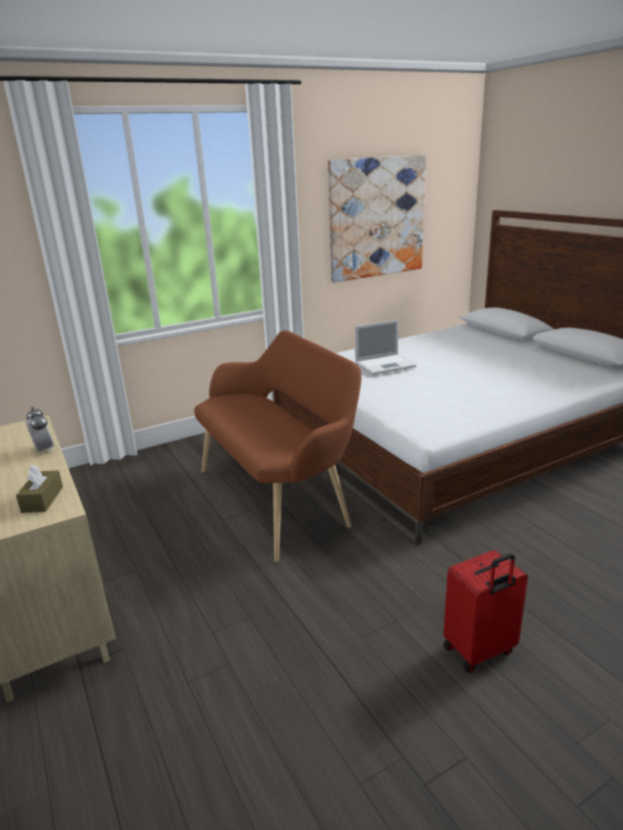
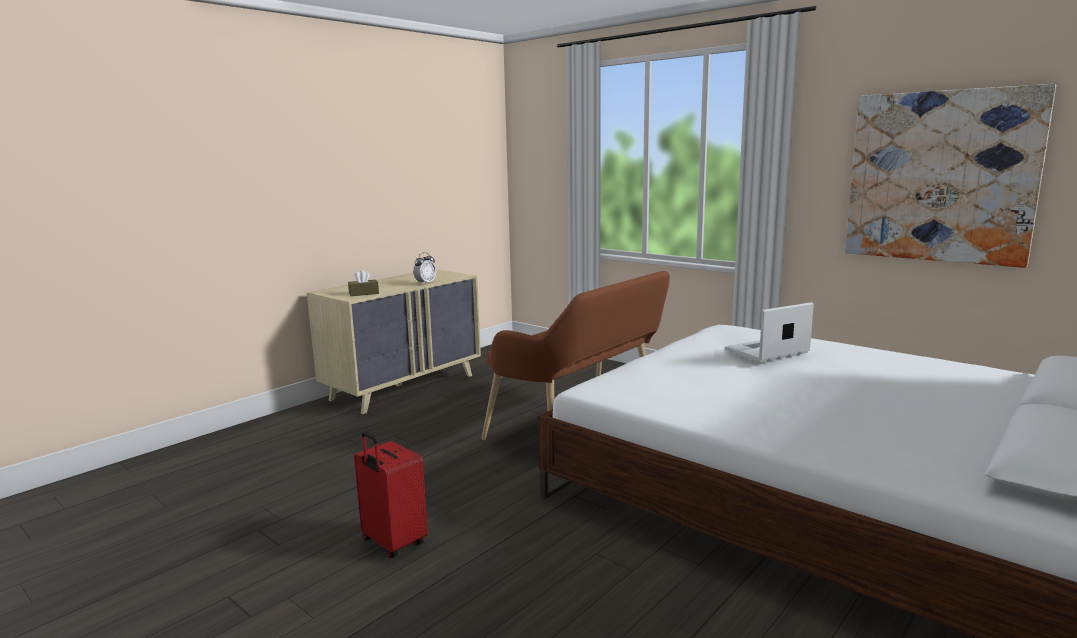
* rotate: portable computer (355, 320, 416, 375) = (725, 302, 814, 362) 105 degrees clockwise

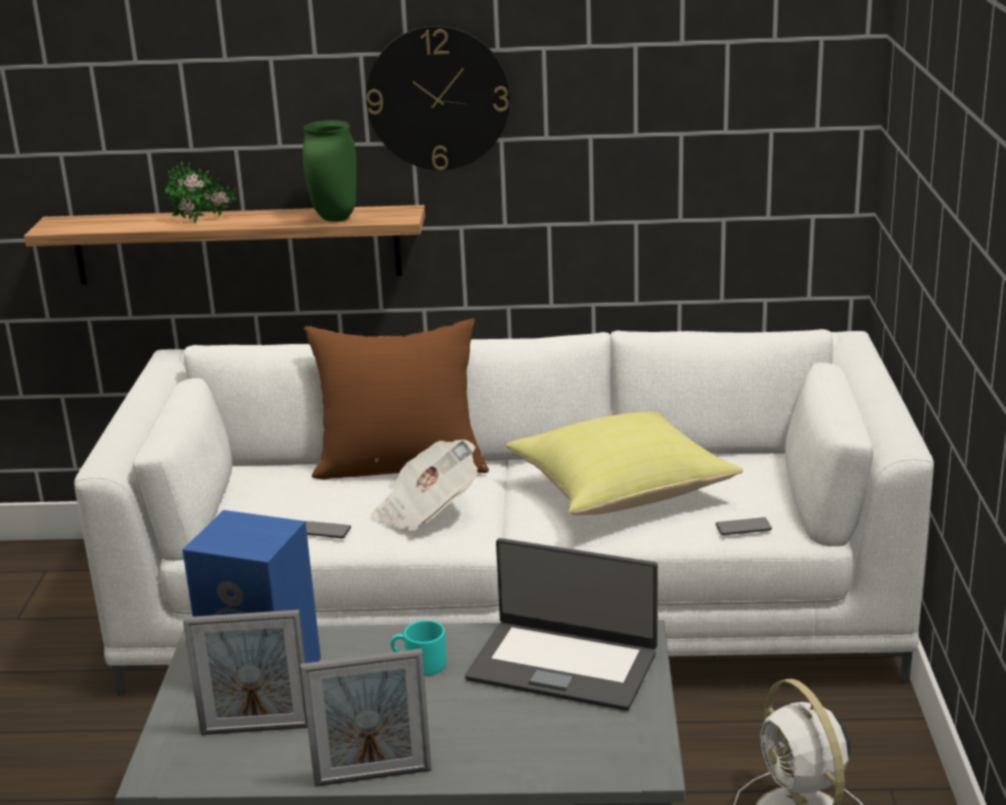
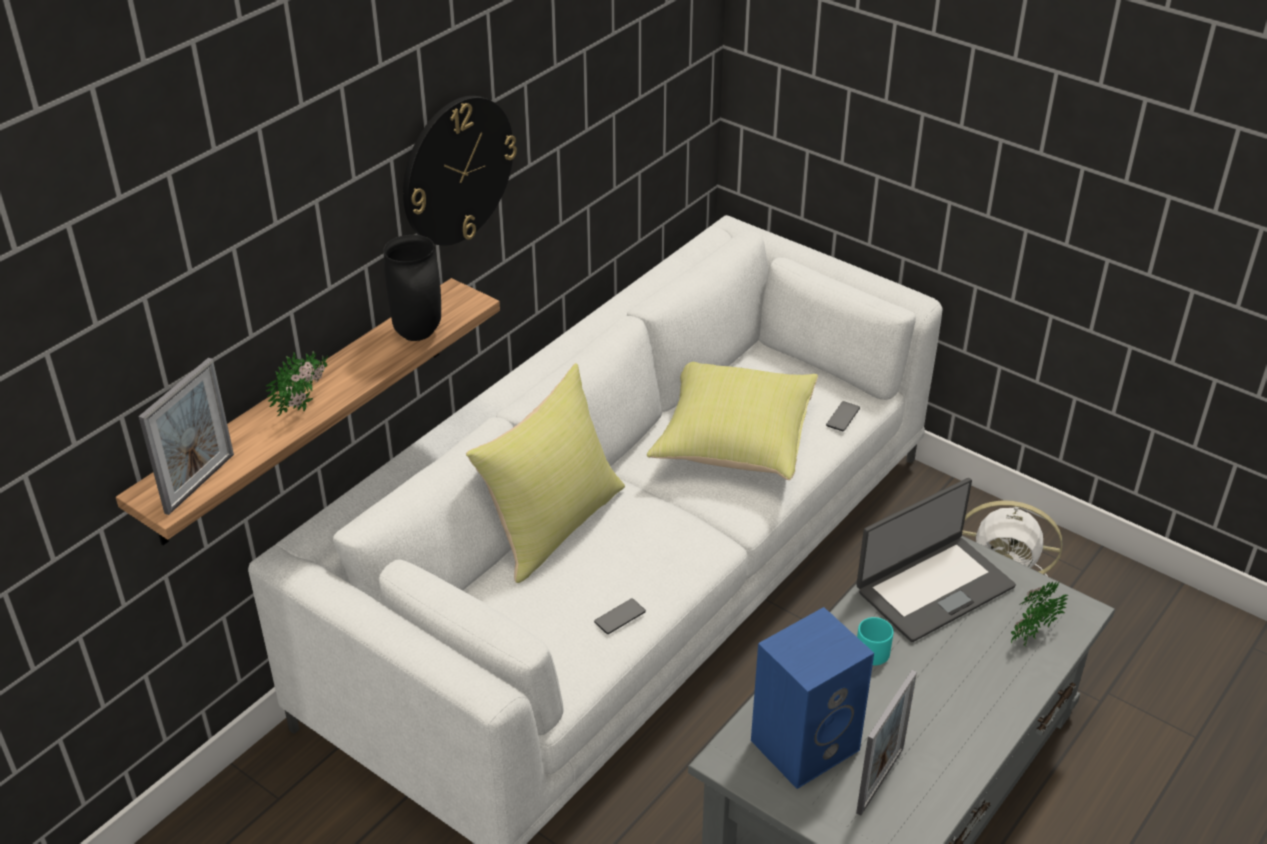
* move: standing frame (300, 649, 432, 787) to (138, 358, 234, 515)
* recolor: vase (greenish) (303, 120, 357, 222) to vase (black-coloured) (383, 235, 441, 341)
* recolor: pillow (brown) (304, 319, 489, 480) to pillow (yellow) (466, 363, 625, 583)
* insert: houseplant (1011, 581, 1069, 648)
* delete: printed paper (371, 440, 478, 531)

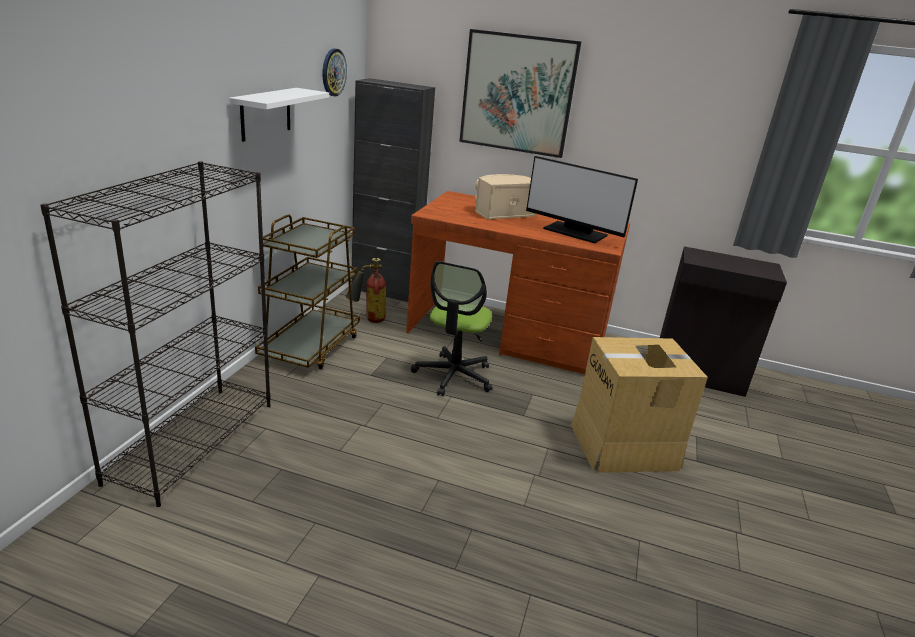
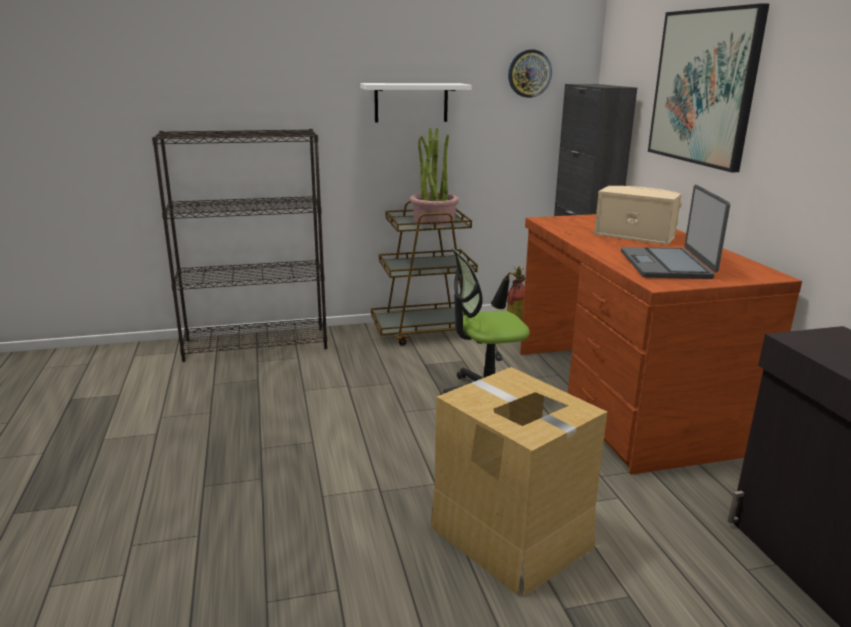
* insert: houseplant (410, 128, 459, 225)
* replace: computer display (526, 156, 638, 243) to portable computer (621, 184, 730, 279)

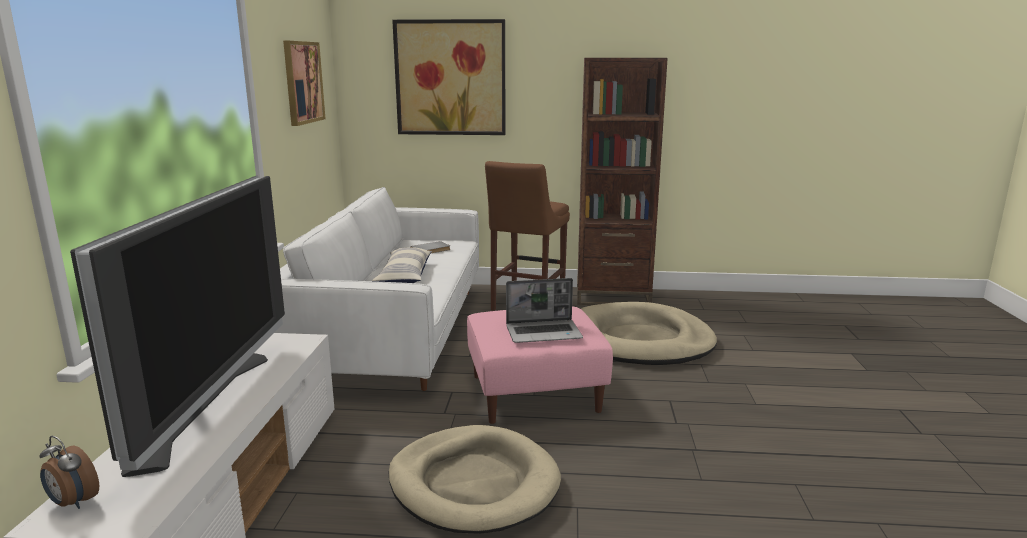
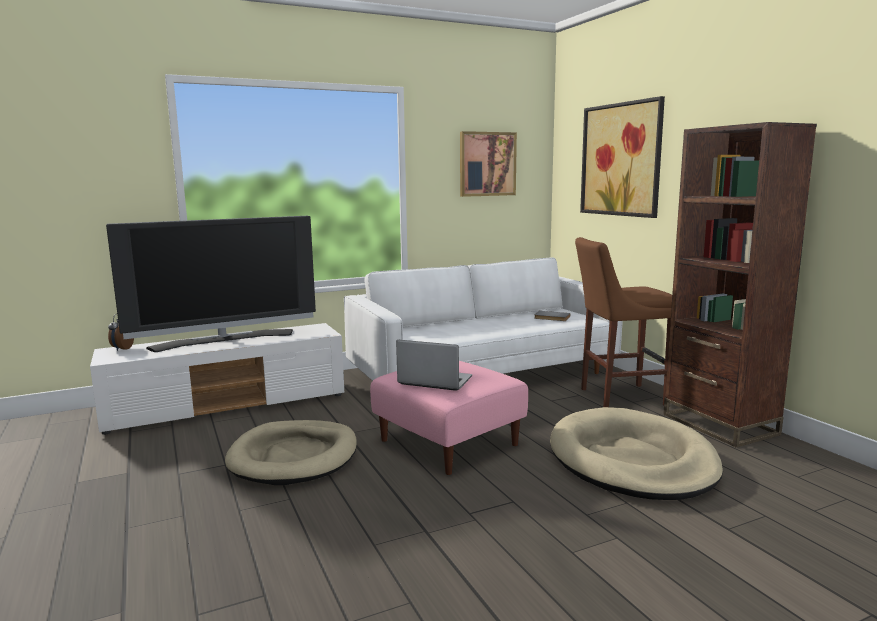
* rotate: portable computer (506, 278, 583, 343) = (396, 340, 472, 391) 150 degrees clockwise
* delete: pillow (372, 247, 432, 283)

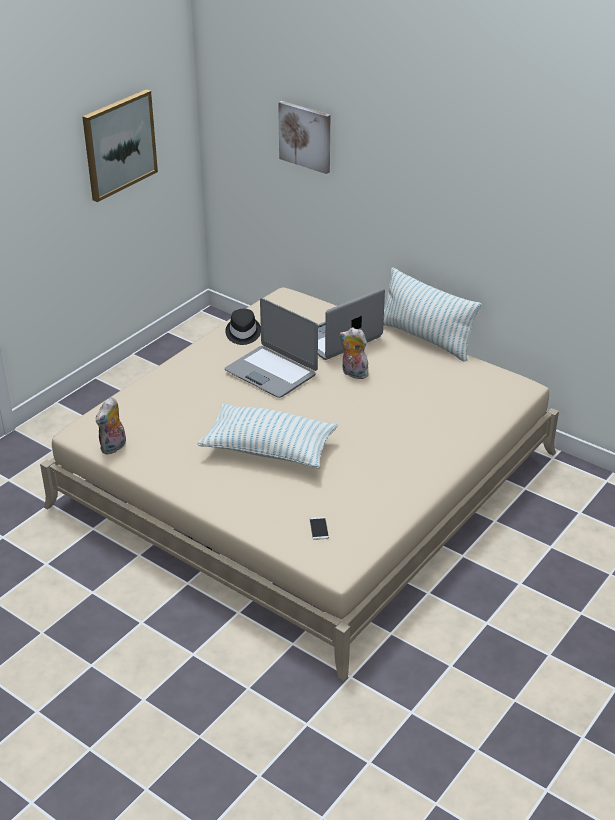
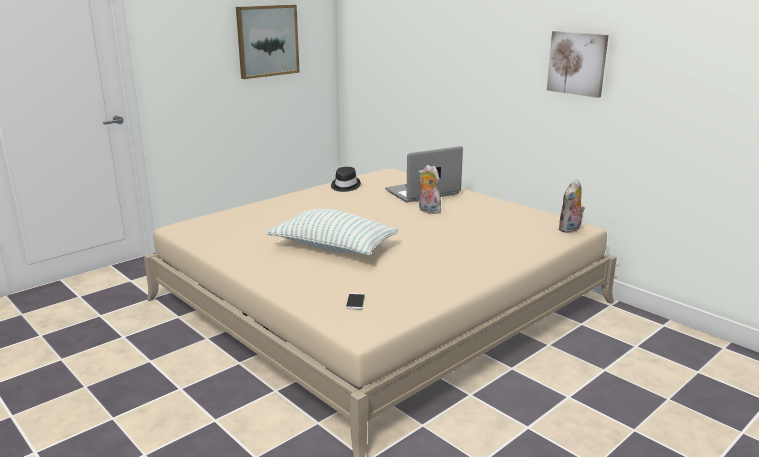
* move: wall art (278, 101, 330, 174) to (547, 31, 609, 98)
* move: cuddly toy (96, 397, 126, 455) to (558, 179, 585, 233)
* delete: portable computer (224, 298, 318, 398)
* delete: pillow (383, 267, 482, 362)

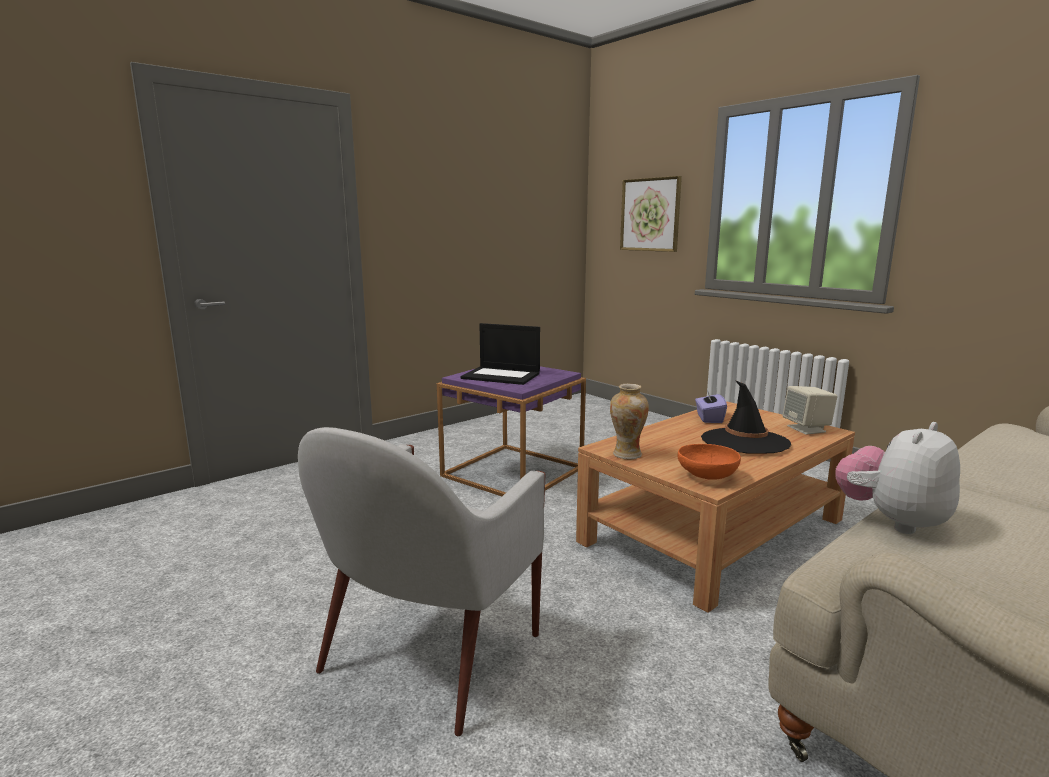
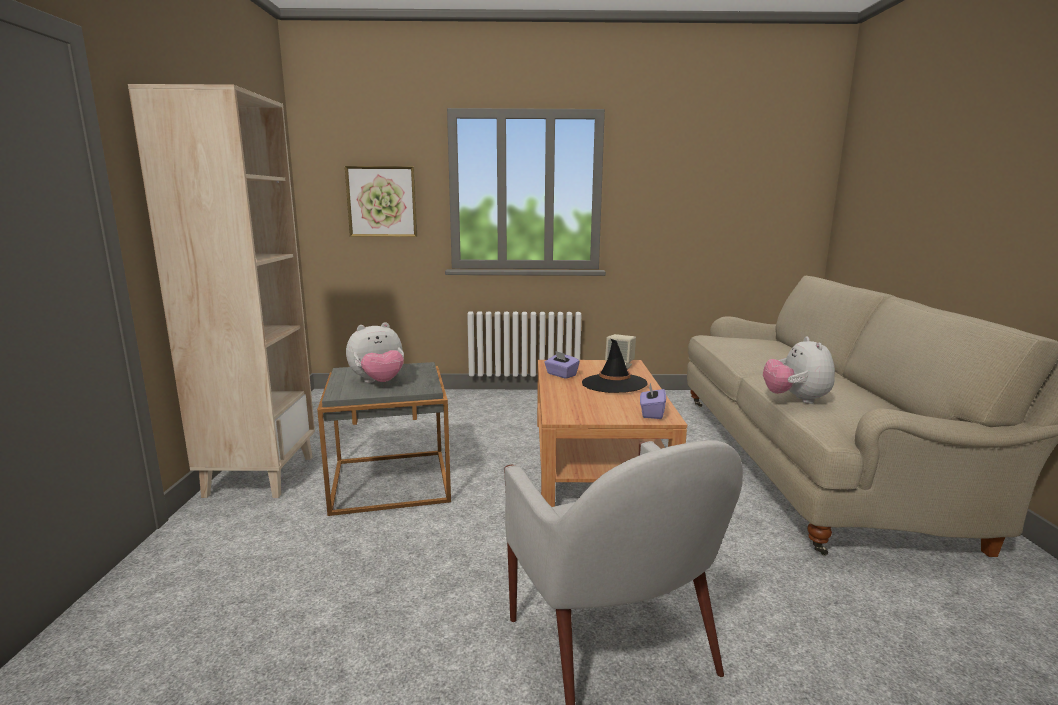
* insert: bookcase (beige-coloured) (128, 84, 315, 498)
* recolor: accent table (purplish) (437, 366, 586, 496) to accent table (gray) (317, 362, 451, 516)
* replace: portable computer (461, 323, 540, 385) to cuddly toy (346, 322, 404, 383)
* replace: serving bowl (orangey) (677, 444, 741, 480) to tissue holder (purplish) (640, 383, 666, 419)
* delete: vase (610, 384, 649, 459)

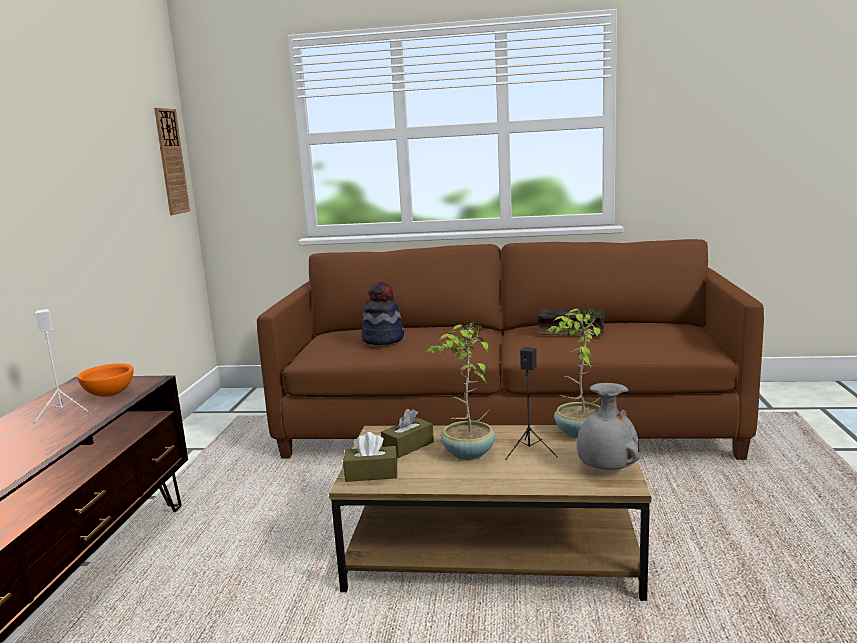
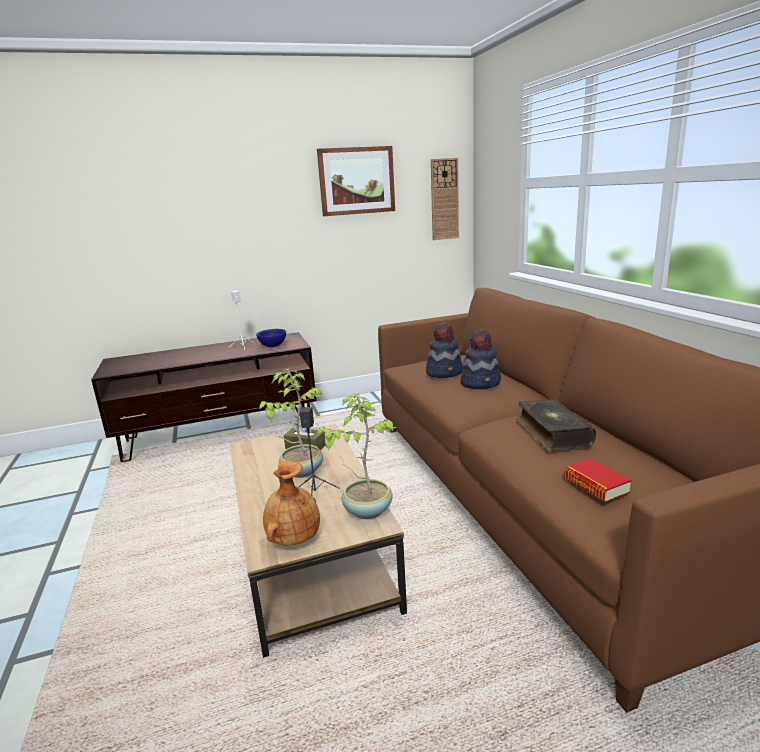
* recolor: serving bowl (orangey) (77, 363, 134, 397) to serving bowl (bluish) (256, 329, 286, 347)
* recolor: vase (gray) (577, 383, 640, 470) to vase (brown) (263, 461, 320, 546)
* insert: wall art (317, 146, 395, 216)
* insert: hat (460, 329, 501, 389)
* insert: bound book (564, 458, 632, 502)
* delete: tissue holder (brown) (343, 432, 397, 482)

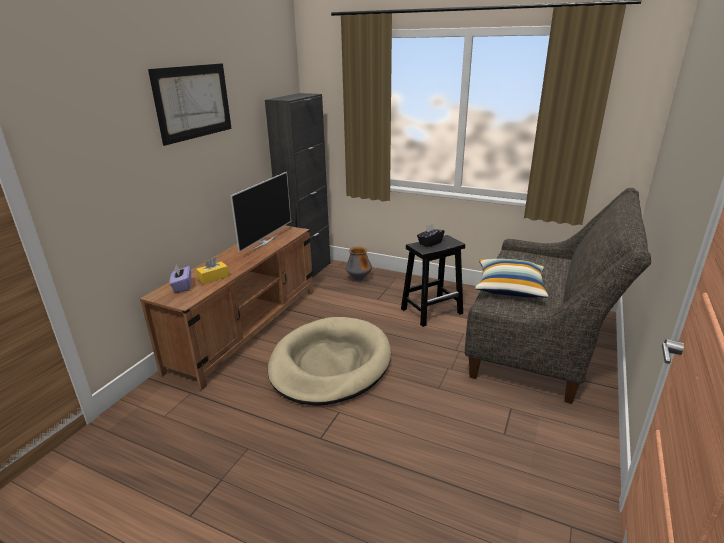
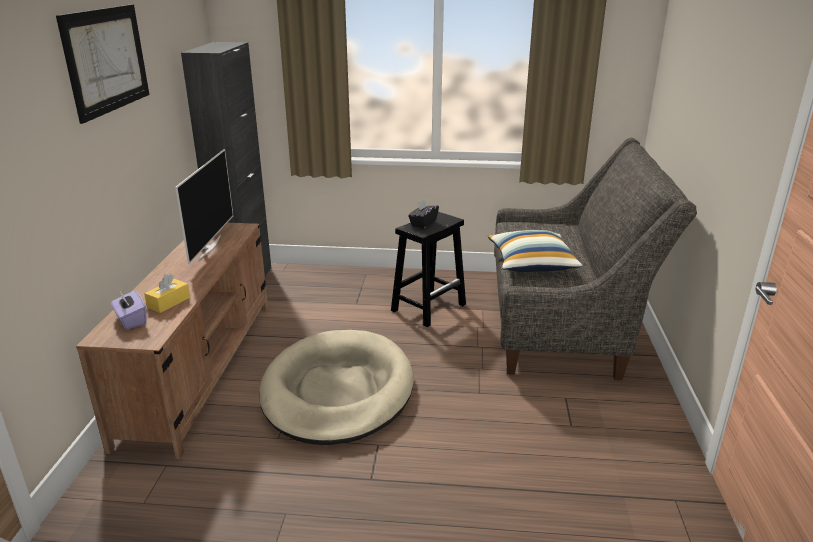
* delete: vase (345, 247, 372, 281)

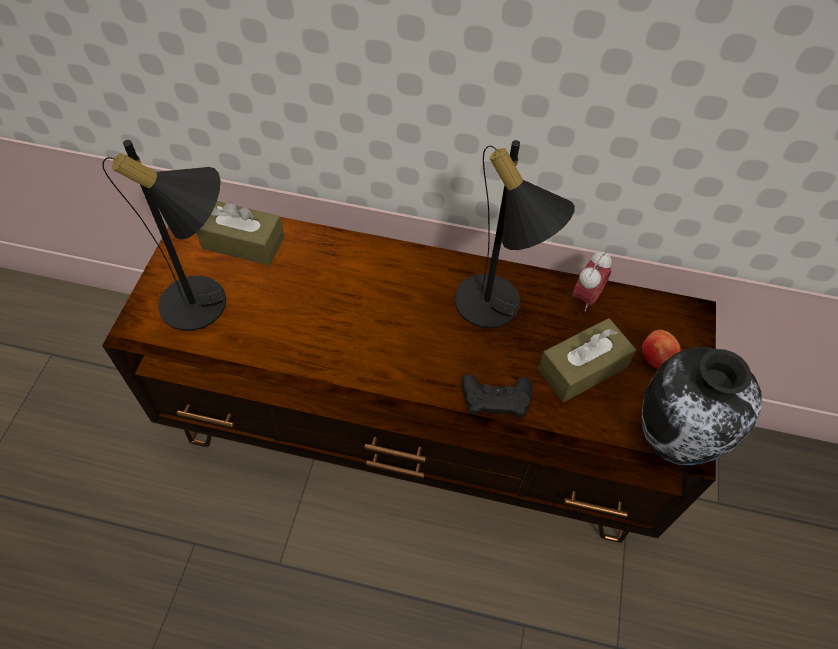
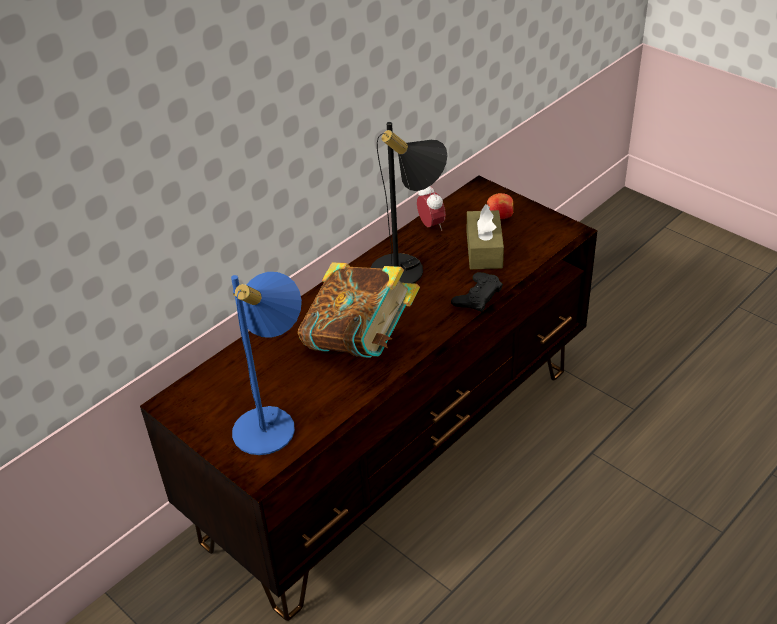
* recolor: lamp for a table (black-coloured) (102, 140, 226, 331) to lamp for a table (bluish) (231, 272, 302, 455)
* insert: bound book (298, 262, 420, 358)
* delete: tissue holder (brown) (197, 201, 284, 265)
* delete: vase (642, 347, 762, 465)

